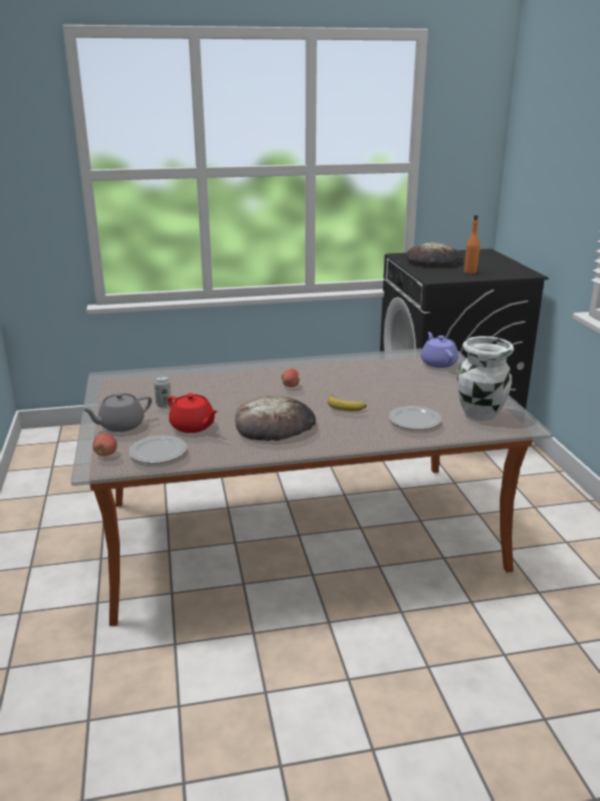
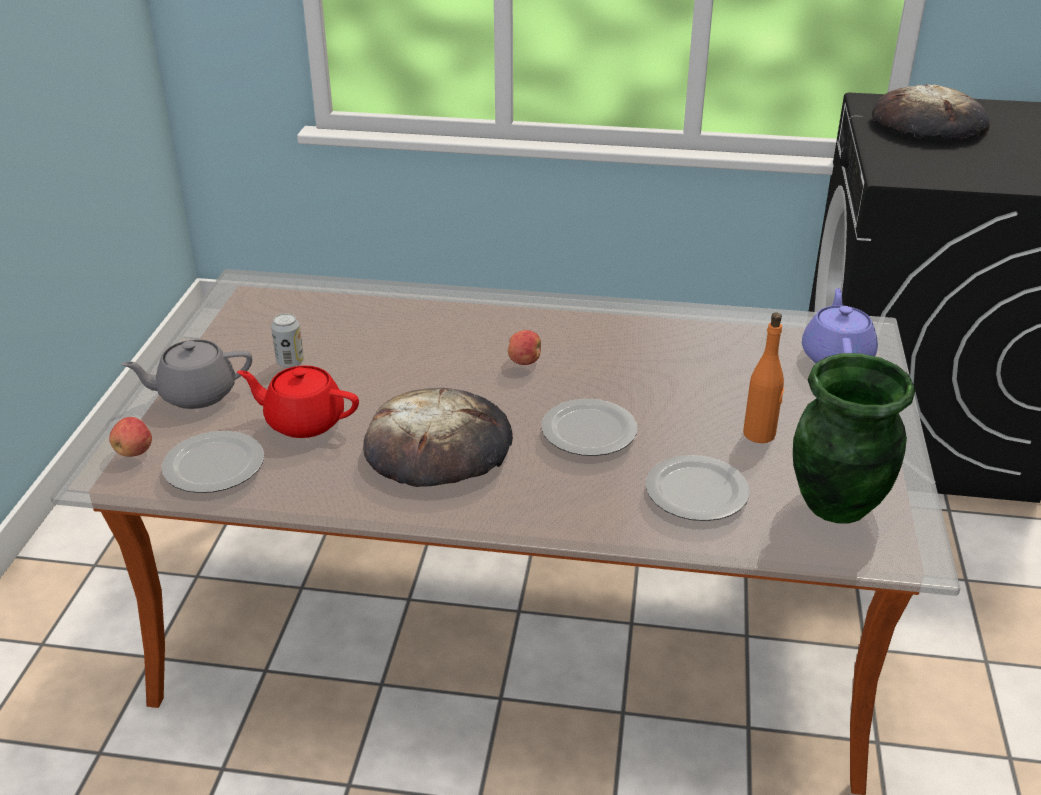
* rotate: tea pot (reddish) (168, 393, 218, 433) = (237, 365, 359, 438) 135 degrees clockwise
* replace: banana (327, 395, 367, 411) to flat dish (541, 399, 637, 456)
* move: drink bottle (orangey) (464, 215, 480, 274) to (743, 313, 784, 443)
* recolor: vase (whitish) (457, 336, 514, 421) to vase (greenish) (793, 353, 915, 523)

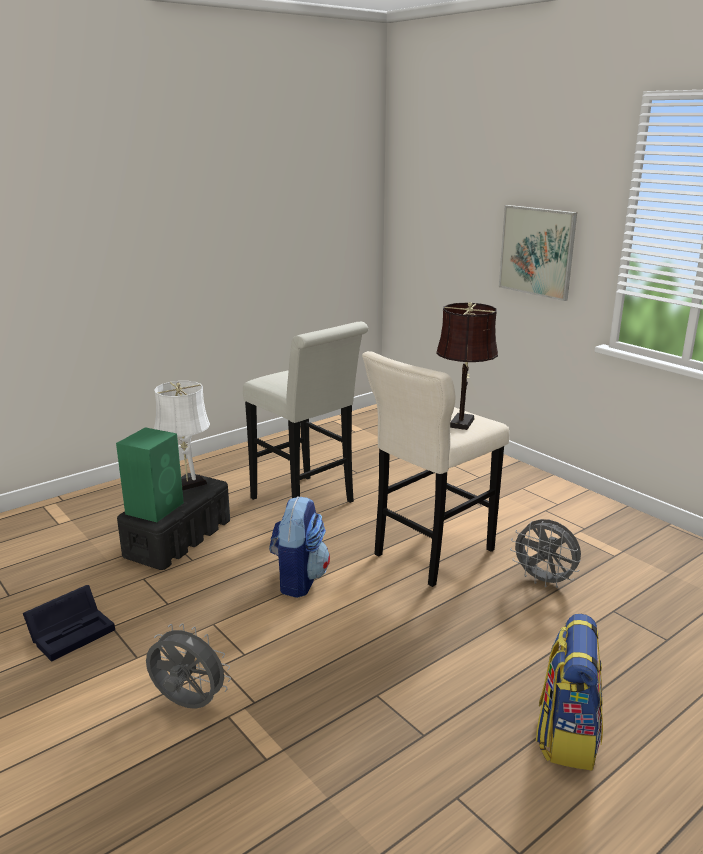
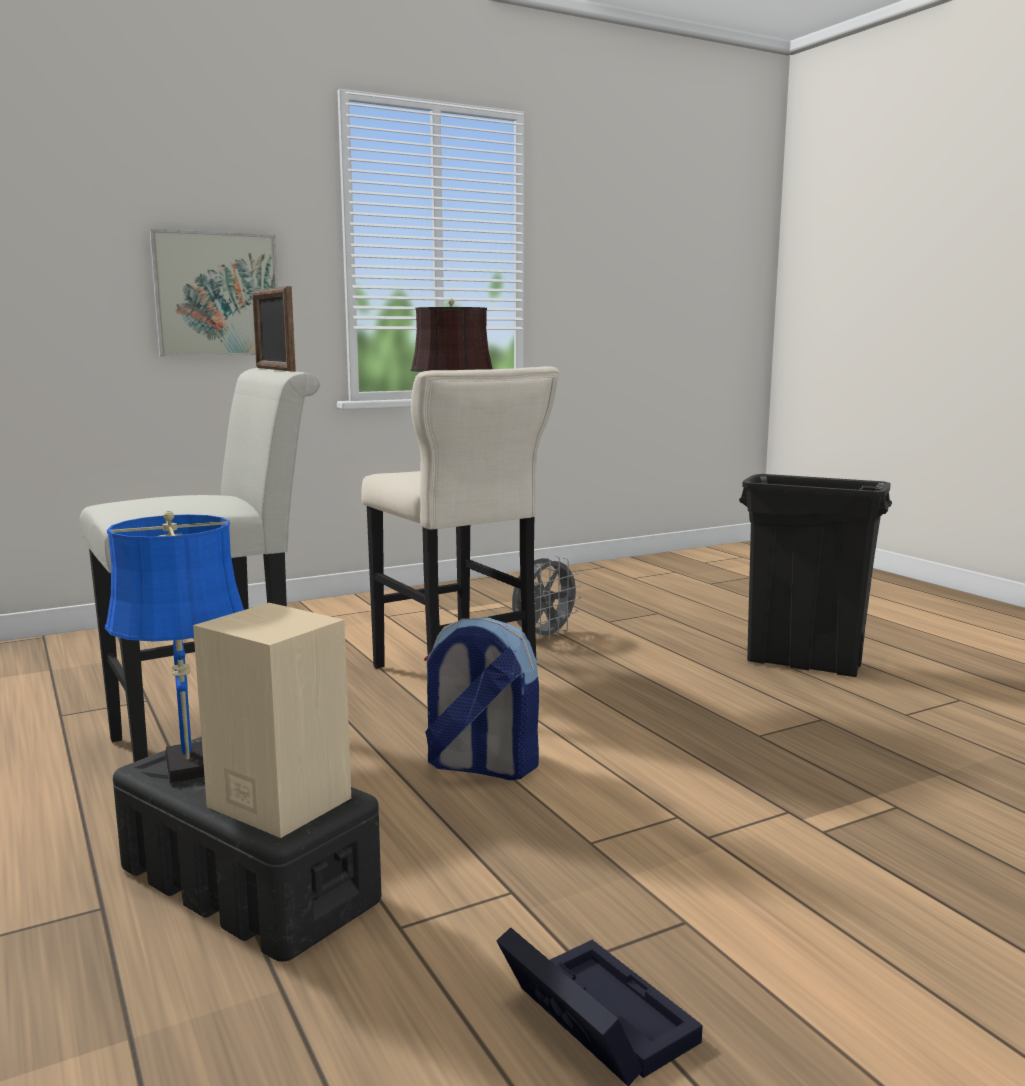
* recolor: lamp for a table (whitish) (154, 381, 210, 491) to lamp for a table (bluish) (105, 511, 245, 783)
* recolor: loudspeaker (greenish) (116, 427, 184, 522) to loudspeaker (beige-coloured) (193, 603, 351, 838)
* insert: standing frame (252, 286, 296, 371)
* replace: backpack (536, 614, 603, 771) to waste bin (black-coloured) (739, 474, 892, 677)
* delete: fan (gray) (146, 623, 231, 709)

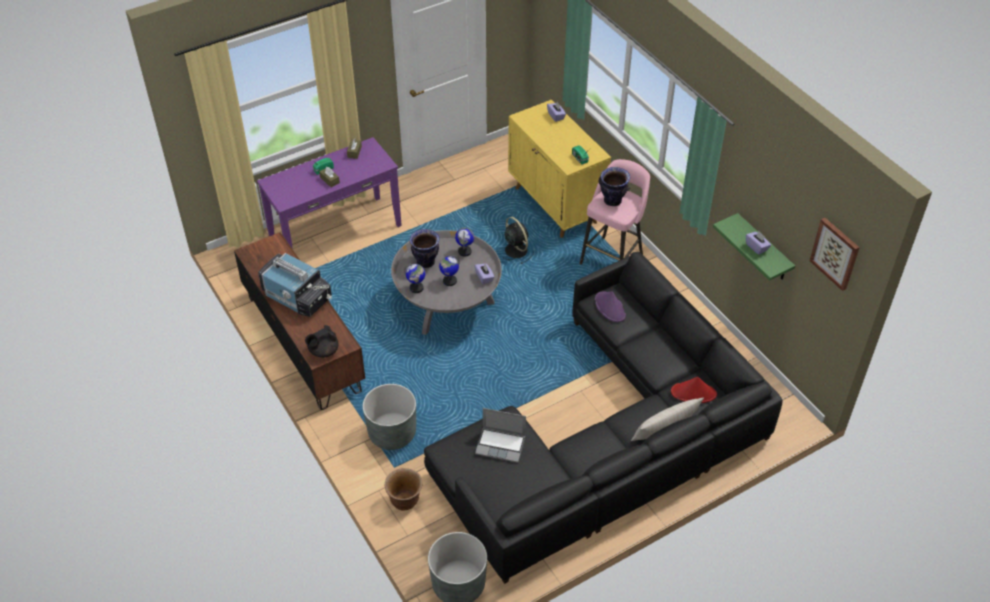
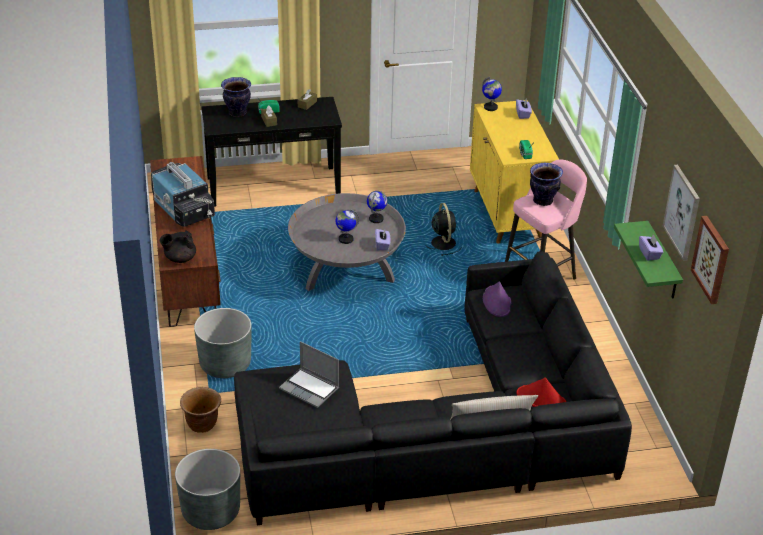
* recolor: console table (purplish) (257, 137, 402, 249) to console table (black-coloured) (201, 97, 342, 207)
* move: vase (410, 229, 440, 268) to (221, 77, 251, 117)
* move: desk globe (404, 264, 425, 293) to (482, 77, 502, 111)
* insert: wall art (663, 165, 700, 261)

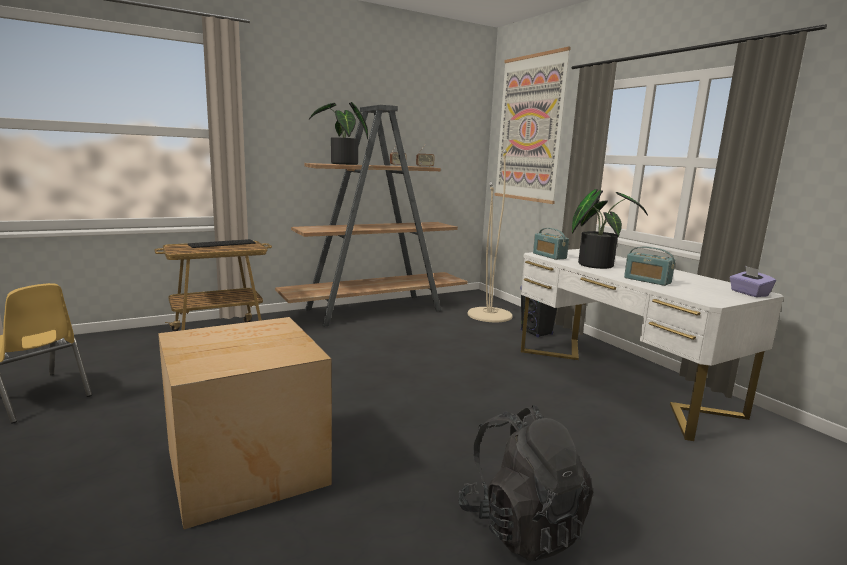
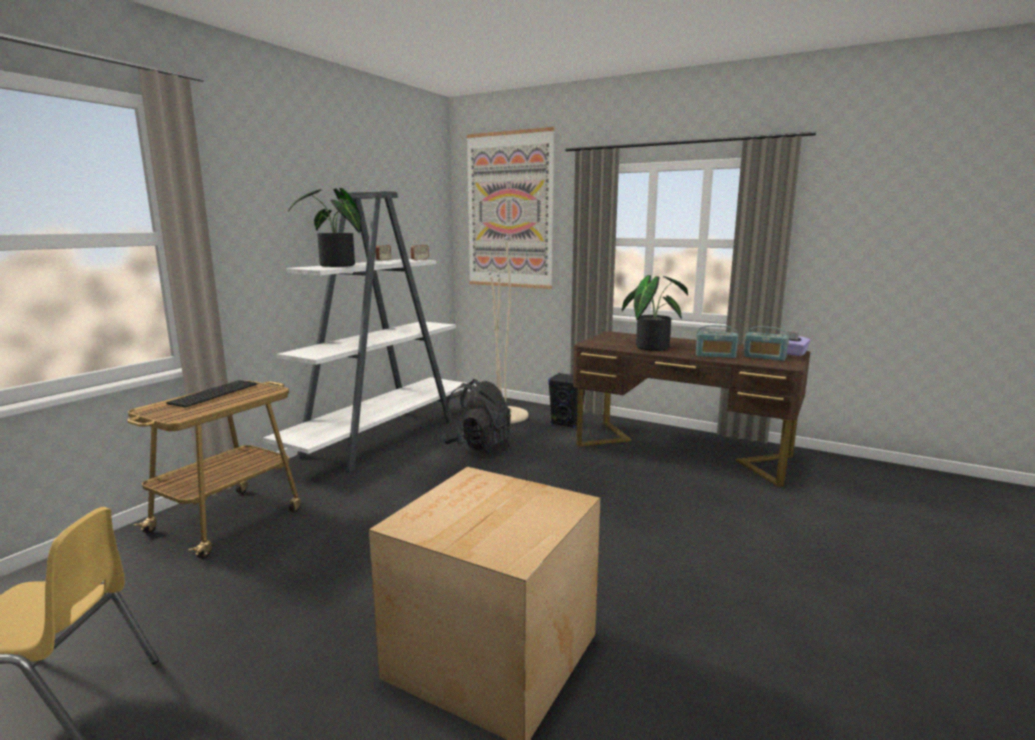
* recolor: bookcase (brown) (275, 105, 468, 327) to bookcase (whitish) (263, 191, 467, 473)
* move: backpack (black-coloured) (458, 405, 593, 562) to (441, 379, 511, 453)
* recolor: desk table (whitish) (521, 249, 784, 441) to desk table (brown) (573, 332, 811, 487)
* move: radio (533, 228, 569, 260) to (744, 326, 789, 361)

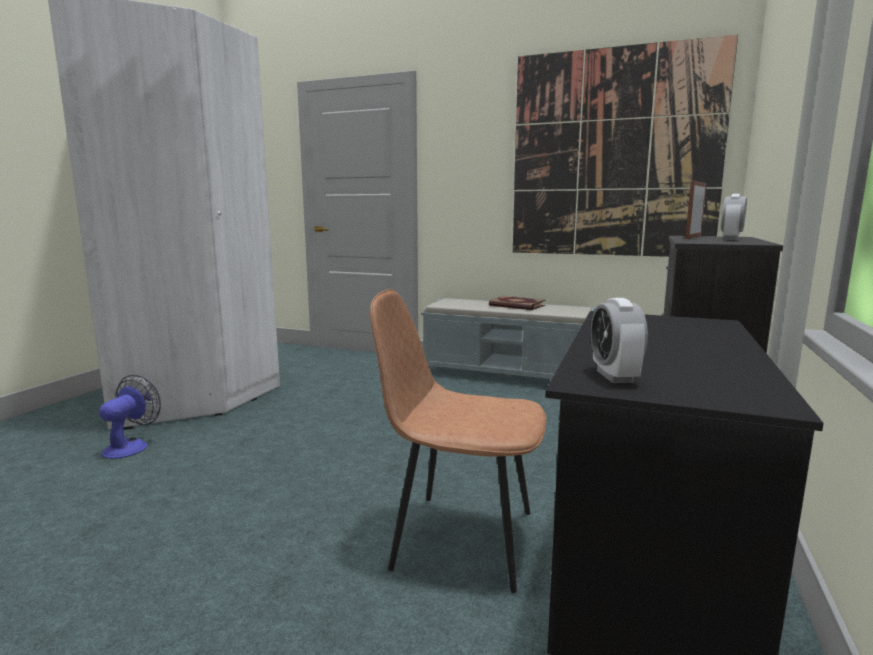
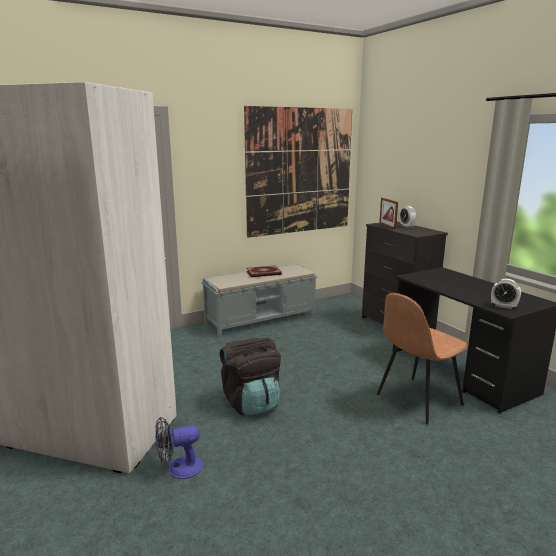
* rotate: fan (99, 375, 161, 459) = (155, 417, 203, 479) 75 degrees counterclockwise
* insert: backpack (black-coloured) (220, 337, 281, 415)

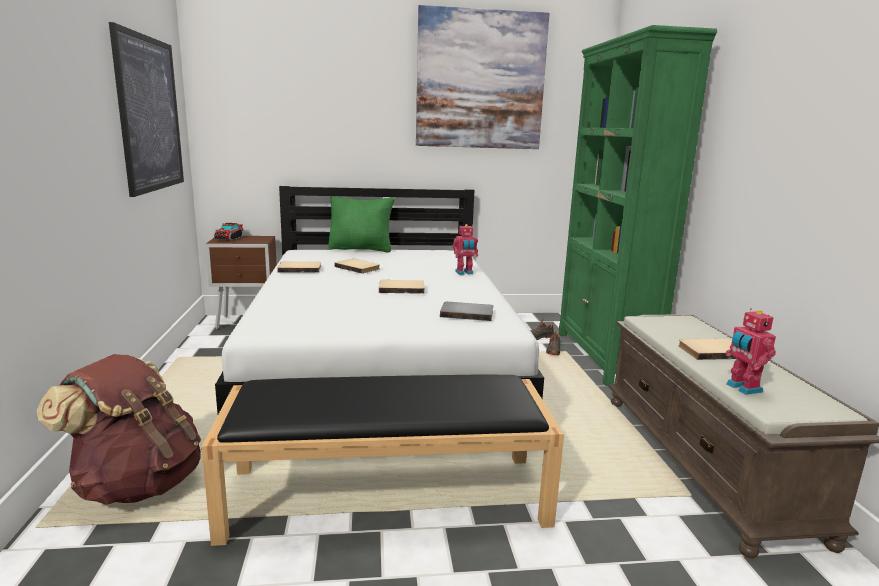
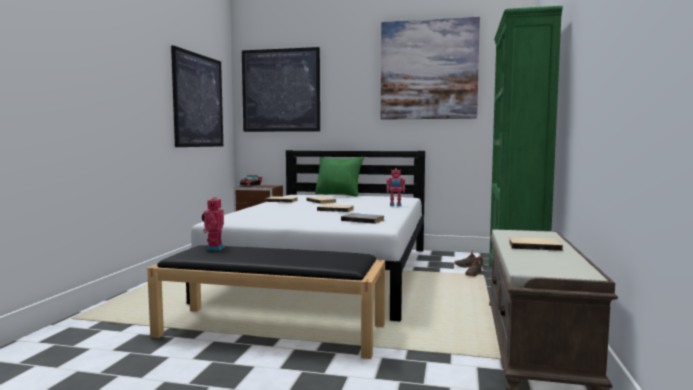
* move: model robot (725, 308, 776, 395) to (202, 197, 225, 250)
* insert: wall art (242, 47, 320, 132)
* delete: backpack (brown) (37, 354, 201, 505)

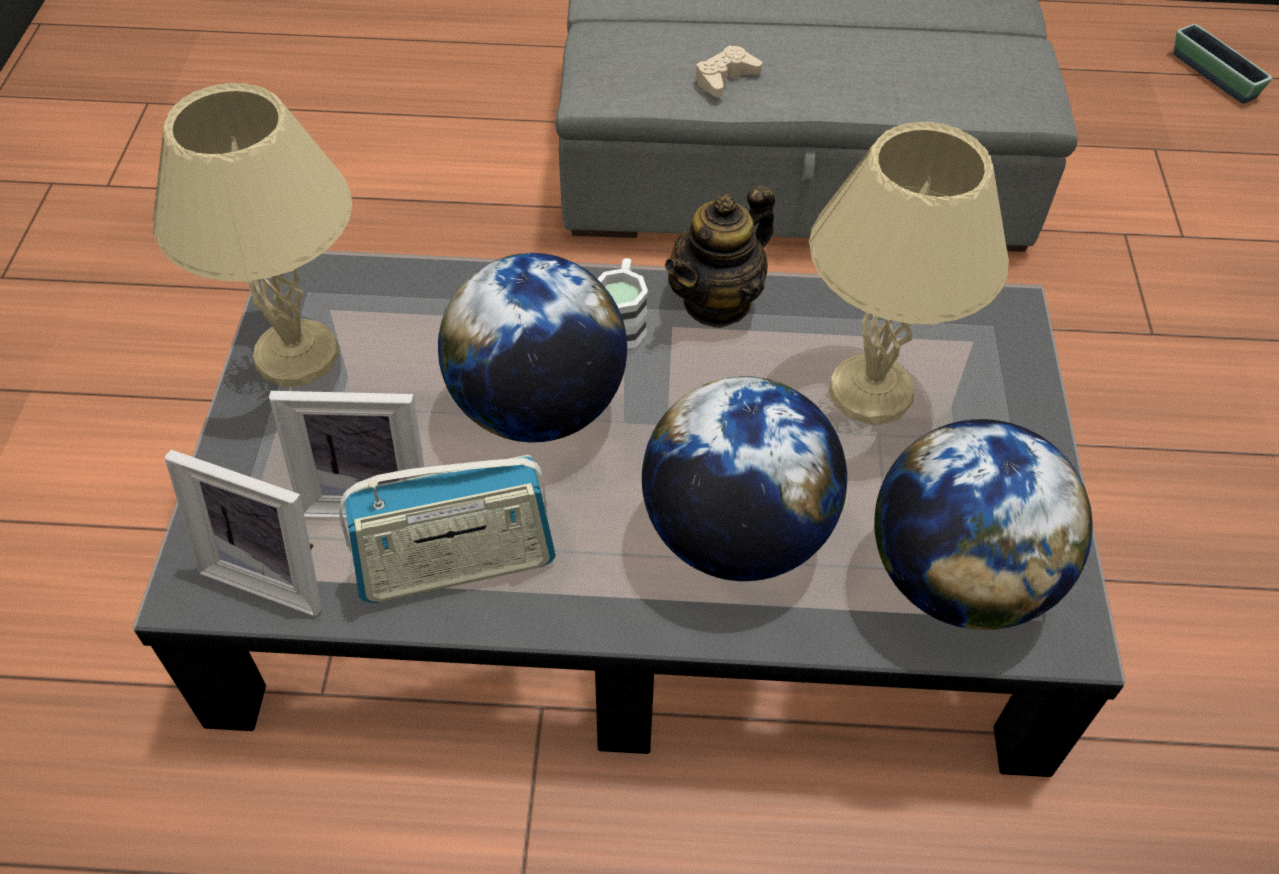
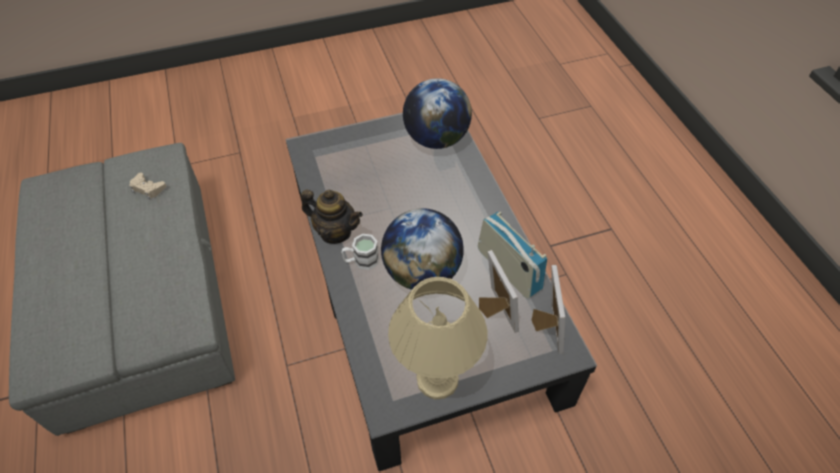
* move: gamepad (beige-coloured) (695, 45, 762, 97) to (129, 173, 166, 199)
* delete: desk globe (642, 376, 847, 581)
* delete: lamp for a table (beige-coloured) (808, 122, 1008, 425)
* delete: planter (1174, 24, 1273, 104)

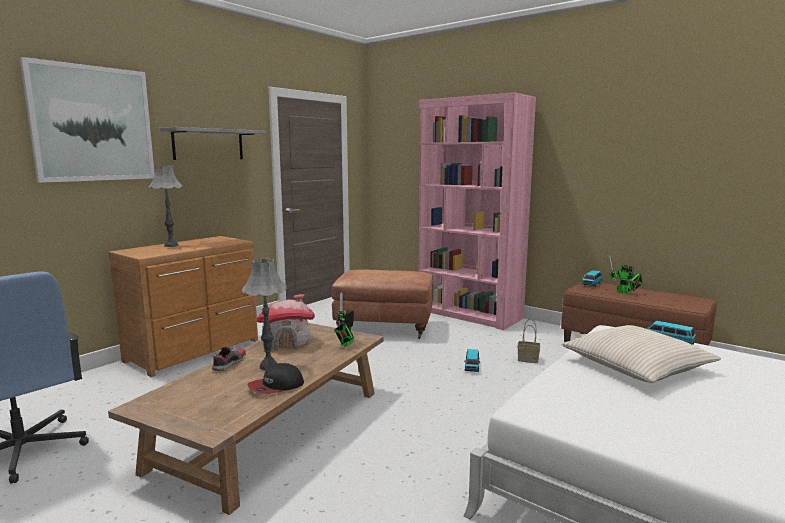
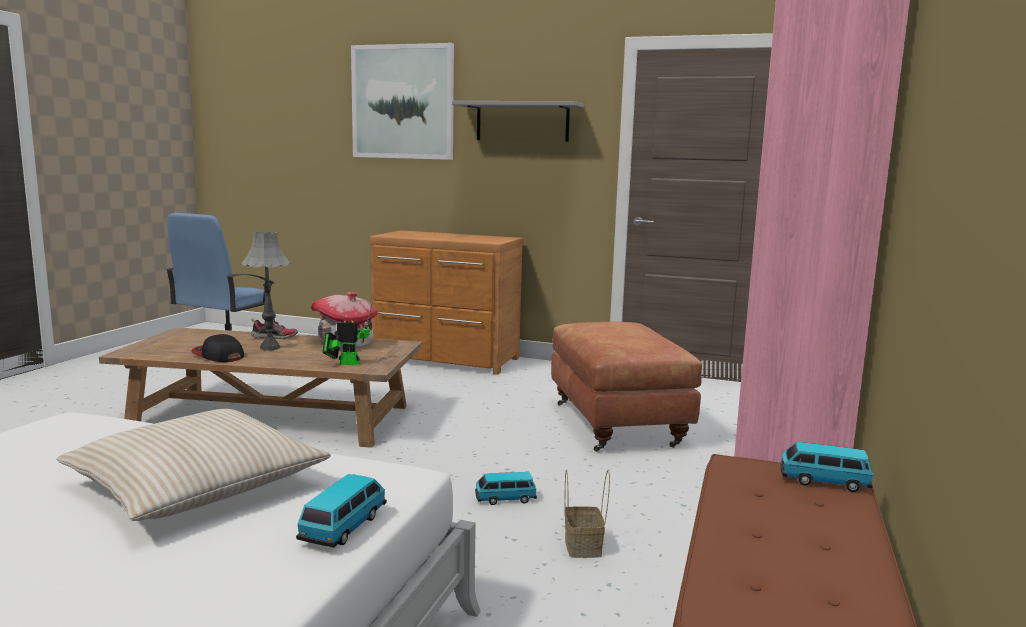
* delete: lamp for a table (gray) (148, 166, 183, 247)
* delete: model robot (609, 255, 642, 294)

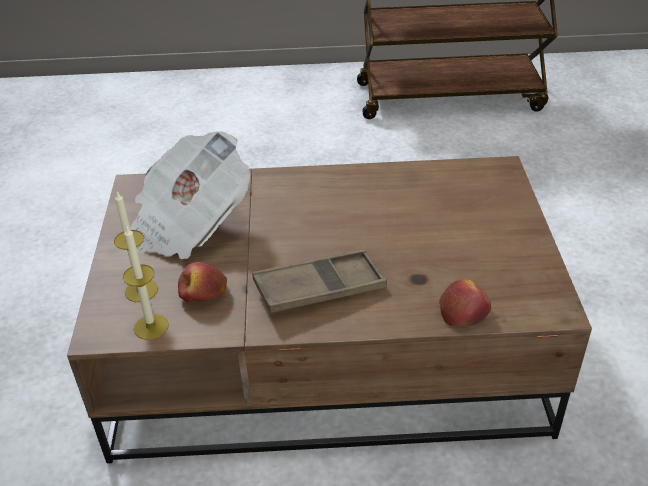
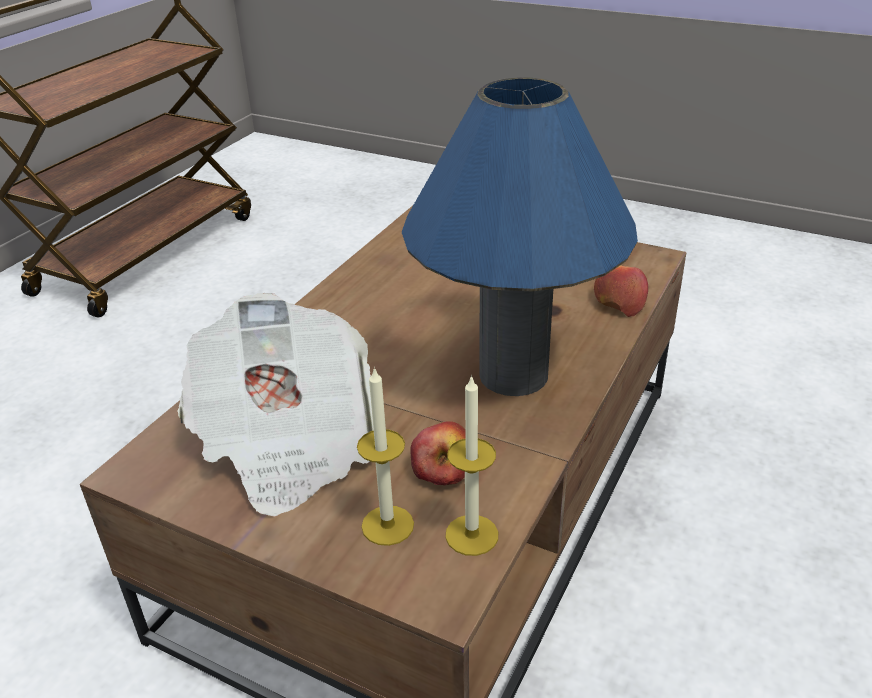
* replace: serving tray (brown) (252, 250, 387, 313) to lamp for a table (bluish) (402, 77, 638, 396)

